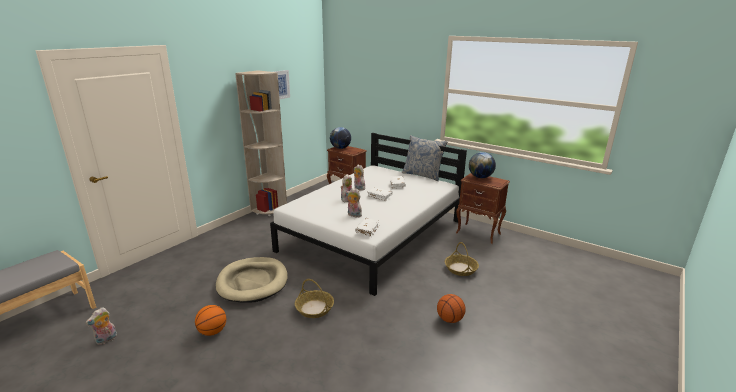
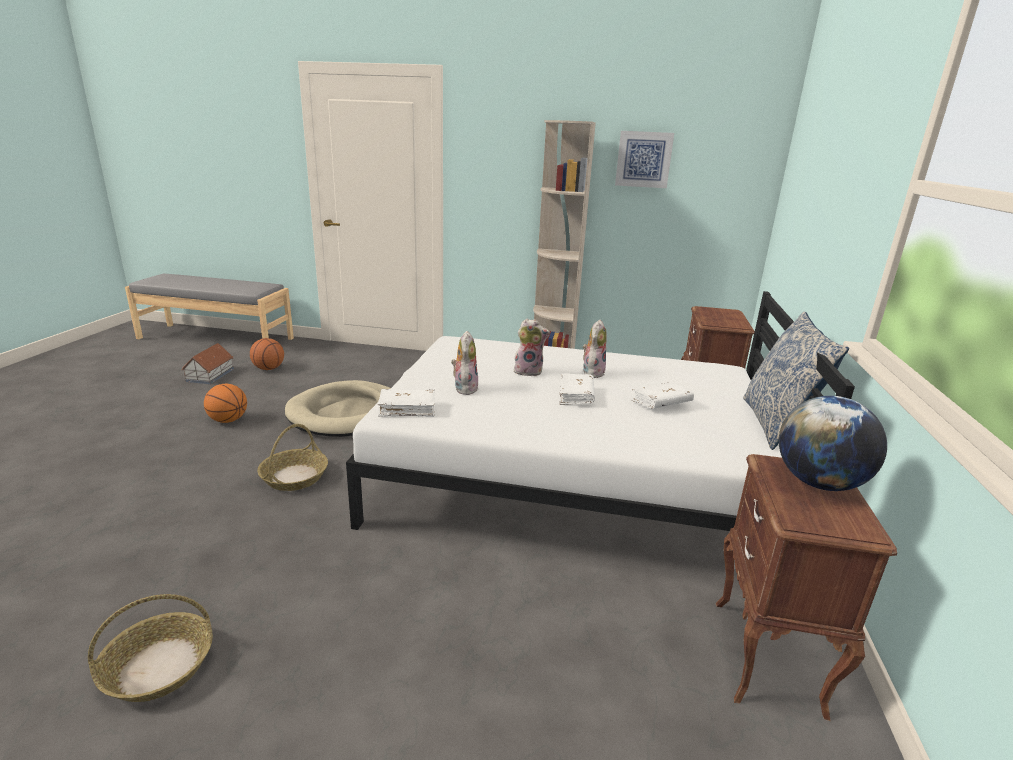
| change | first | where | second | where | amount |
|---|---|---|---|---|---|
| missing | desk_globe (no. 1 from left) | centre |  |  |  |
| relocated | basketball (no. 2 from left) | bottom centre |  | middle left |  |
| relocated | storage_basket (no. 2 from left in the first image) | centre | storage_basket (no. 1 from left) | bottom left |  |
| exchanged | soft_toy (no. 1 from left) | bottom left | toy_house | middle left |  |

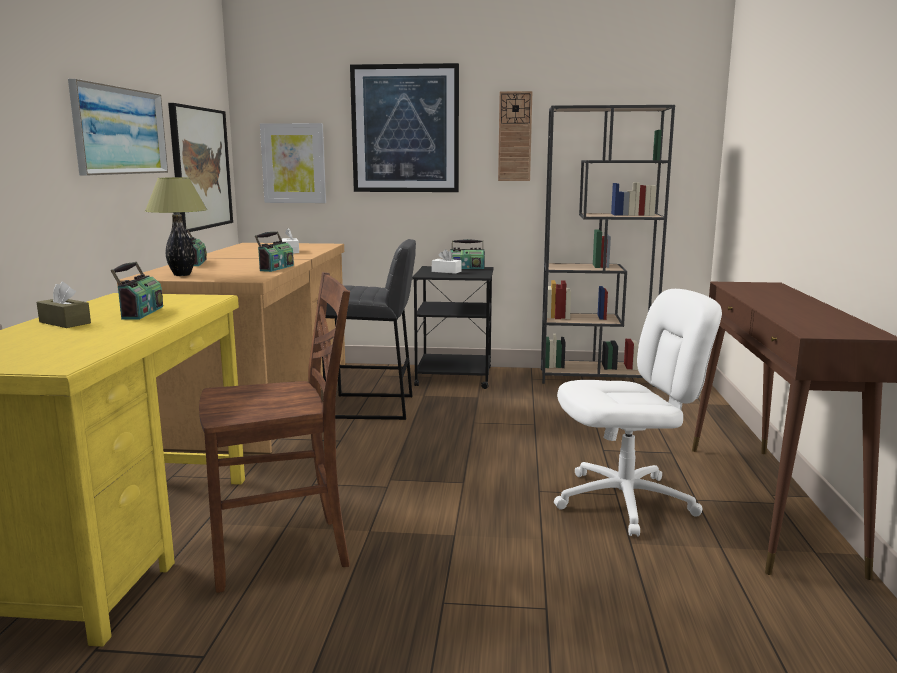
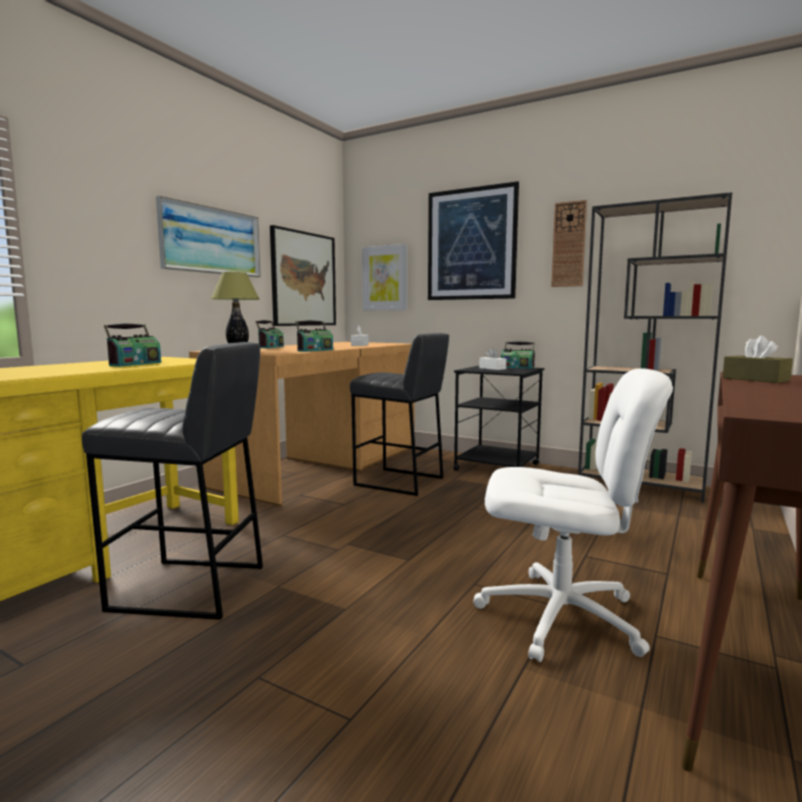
| change | first | where | second | where | amount |
|---|---|---|---|---|---|
| relocated | brown_tissue_holder | middle left |  | middle right |  |
| exchanged | brown_plain_chair | middle left | greyish_stool (no. 1 from left) | middle left |  |

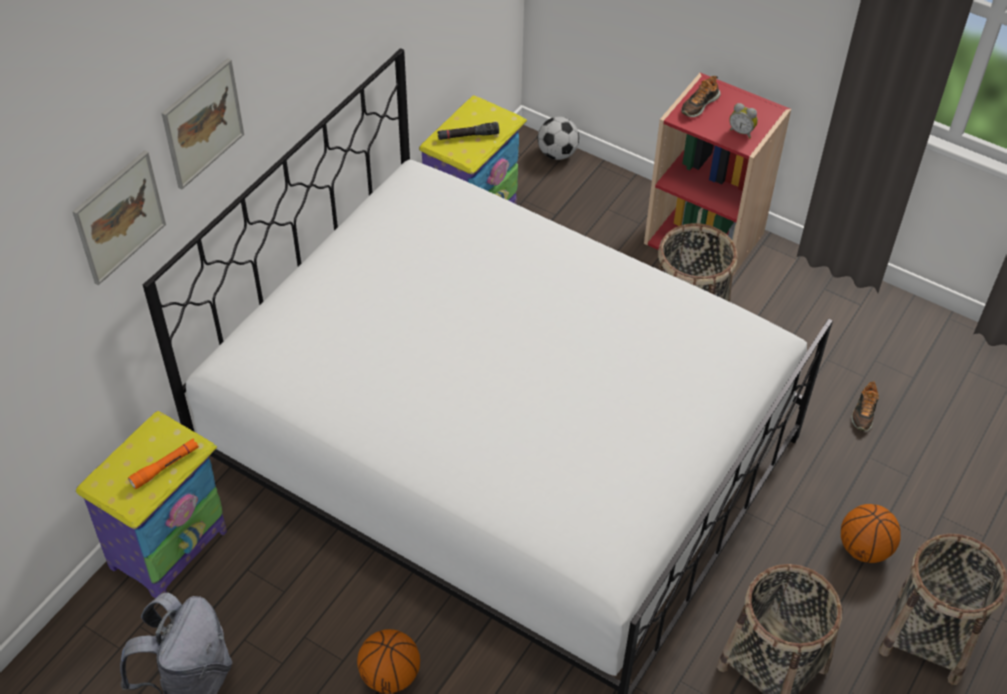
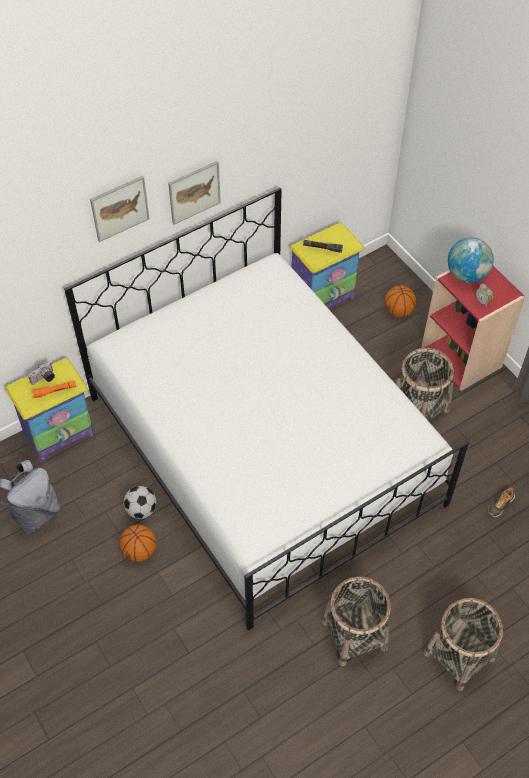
| change | first | where | second | where | amount |
|---|---|---|---|---|---|
| appeared |  |  | photo_camera | middle left |  |
| relocated | picture (no. 1 from left in the first image) | top left | picture (no. 2 from left) | top centre |  |
| relocated | football | top centre |  | middle left |  |
| relocated | basketball (no. 2 from left) | bottom right |  | middle right |  |
| exchanged | low_shoe (no. 1 from left) | top right | desk_globe | middle right |  |

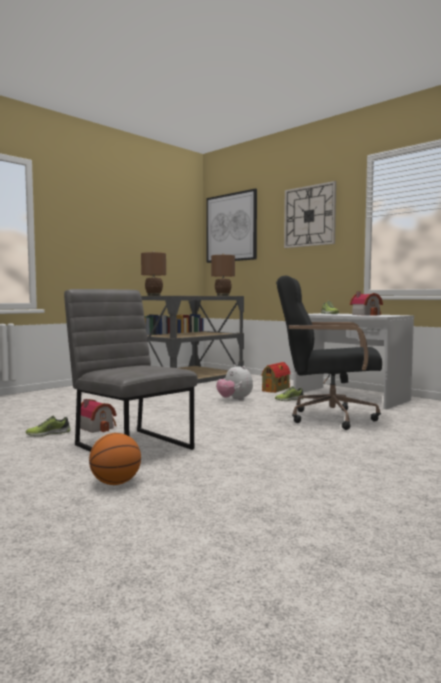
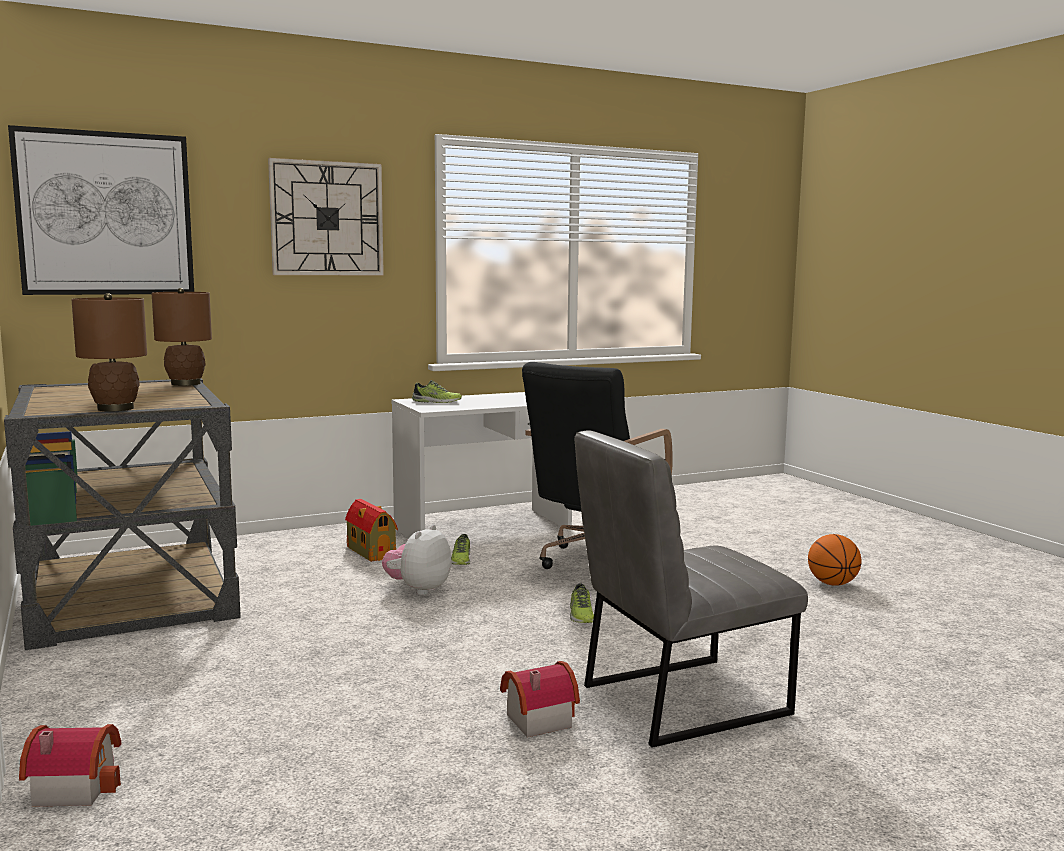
| change | first | where | second | where | amount |
|---|---|---|---|---|---|
| relocated | low_shoe (no. 1 from left in the first image) | middle left | low_shoe (no. 3 from left) | bottom centre |  |
| relocated | basketball | bottom left |  | middle right |  |
| relocated | toy_house (no. 3 from left in the first image) | middle right | toy_house (no. 1 from left) | bottom left |  |
| spun | soft_toy | centre |  | centre | 135 degrees clockwise |

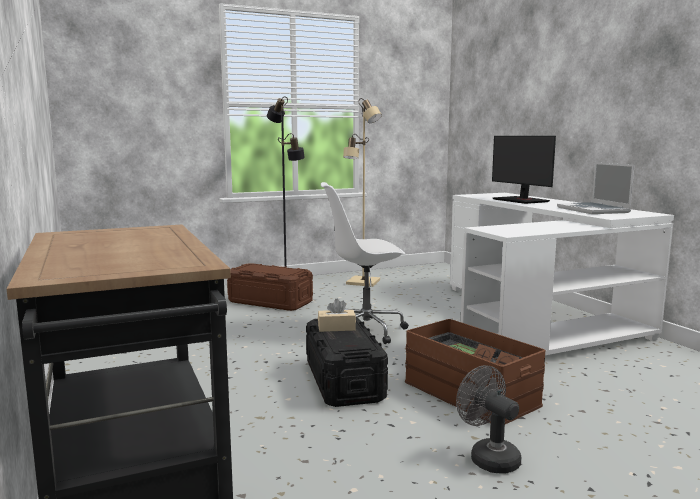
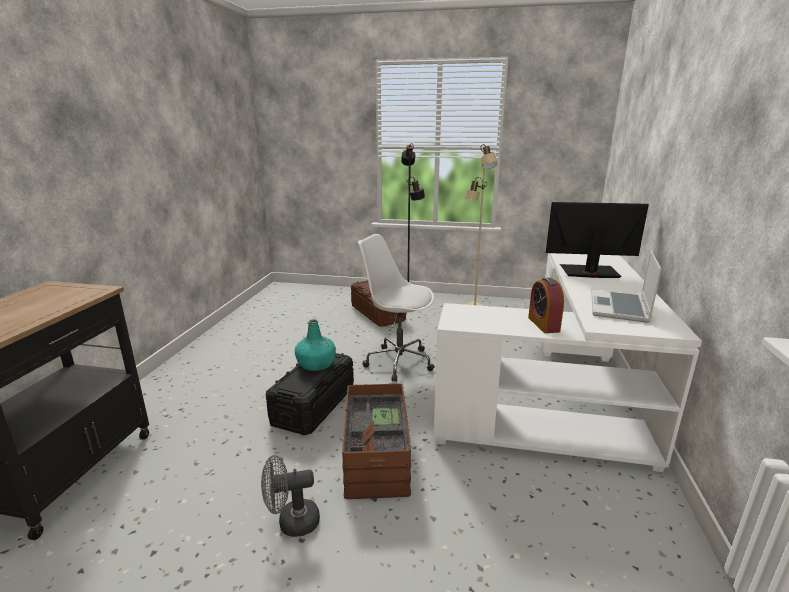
| change | first | where | second | where | amount |
|---|---|---|---|---|---|
| appeared |  |  | table_clock | middle right |  |
| exchanged | beige-coloured_tissue_holder | centre | blue-green_beverage_bottle | centre |  |
| spun | greyish_fan | bottom right |  | bottom centre | 105 degrees counterclockwise |
| spun | monitor | middle right |  | middle right | 90 degrees clockwise |

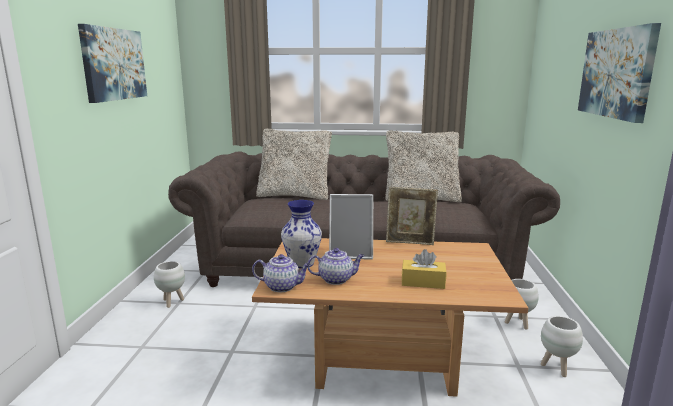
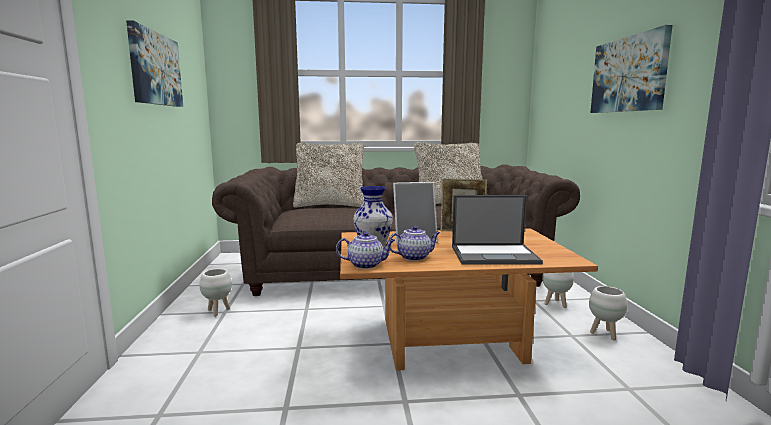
| change | first | where | second | where | amount |
|---|---|---|---|---|---|
| exchanged | yellow_tissue_holder | centre | laptop | centre |  |

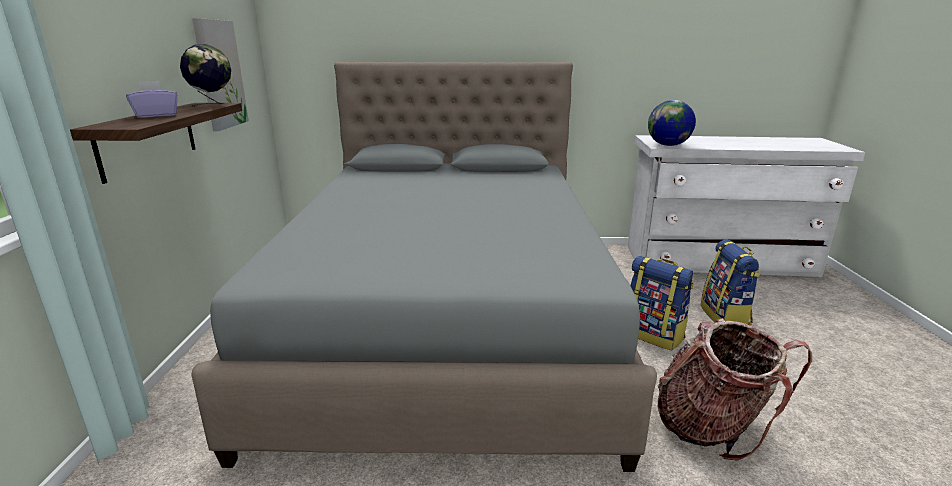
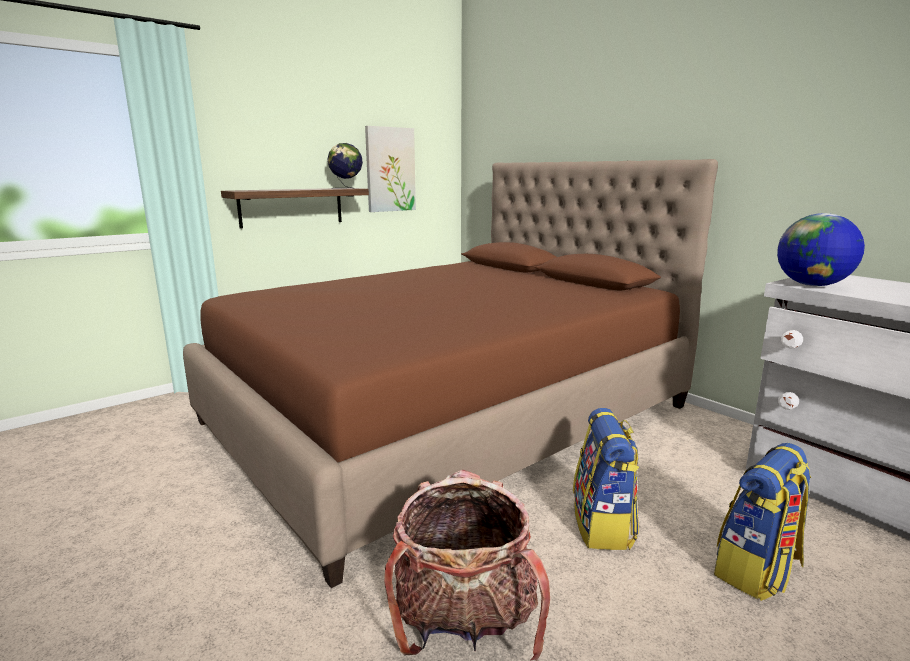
| change | first | where | second | where | amount |
|---|---|---|---|---|---|
| missing | purple-coloured_tissue_holder | top left |  |  |  |
| colour | greyish_bed | centre | brown_bed | centre |  |

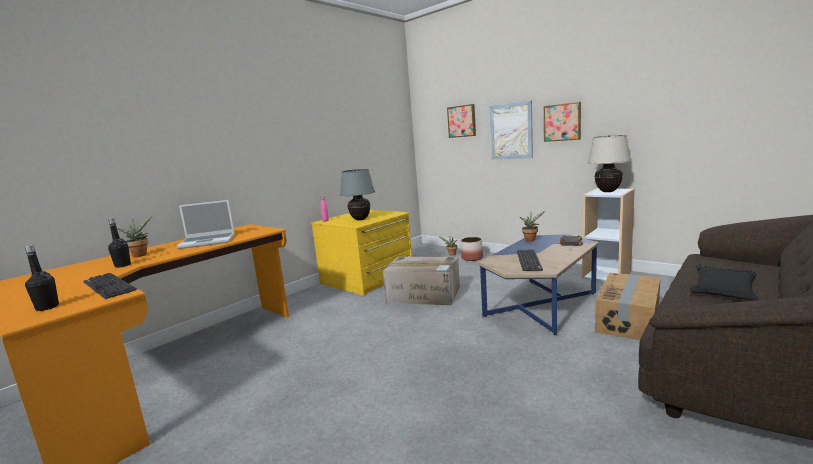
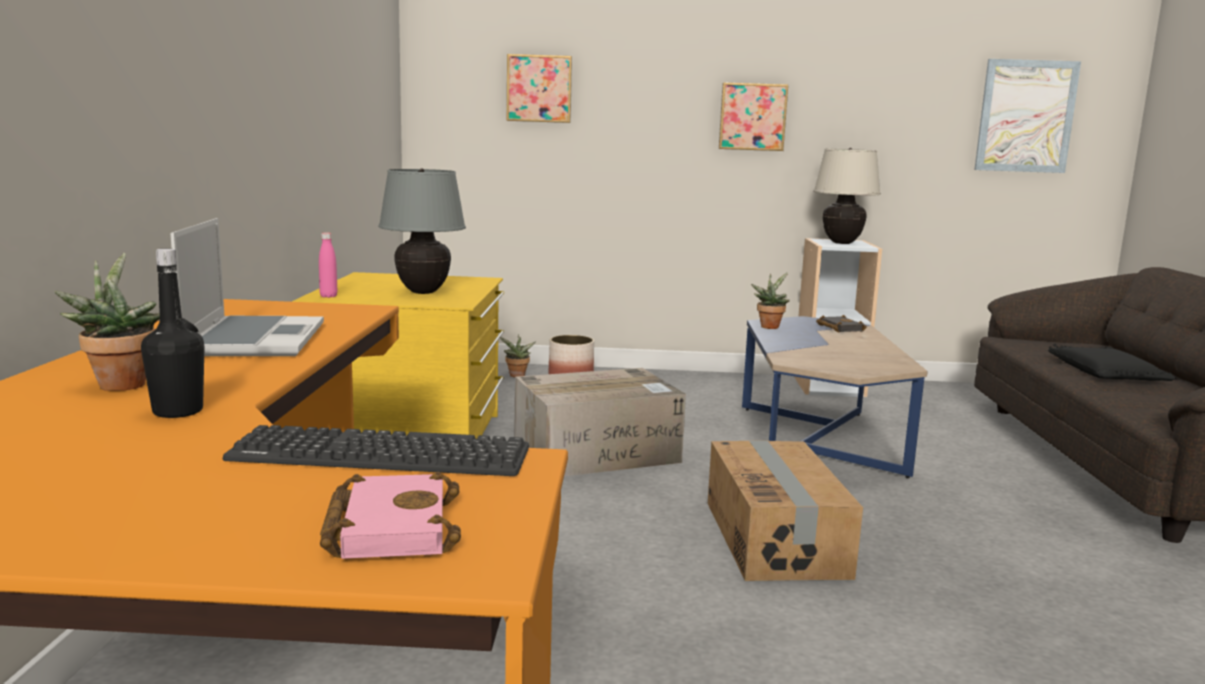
| change | first | where | second | where | amount |
|---|---|---|---|---|---|
| missing | computer_keyboard (no. 2 from left) | centre |  |  |  |
| relocated | picture (no. 2 from left in the first image) | top centre | picture (no. 3 from left) | top right |  |
| relocated | packing_box (no. 2 from left) | middle right |  | bottom centre |  |
| exchanged | blackish_beverage_bottle (no. 1 from left) | middle left | pink-coloured_bound_book | bottom left |  |
| spun | laptop | middle left |  | middle left | 45 degrees counterclockwise |

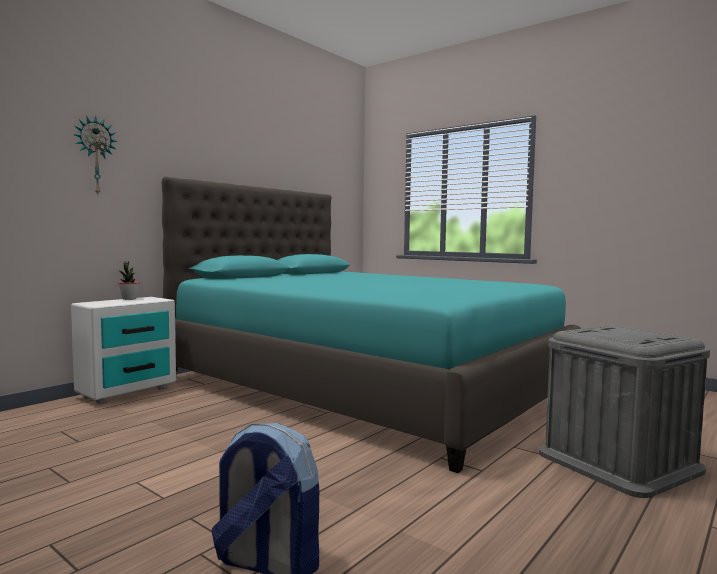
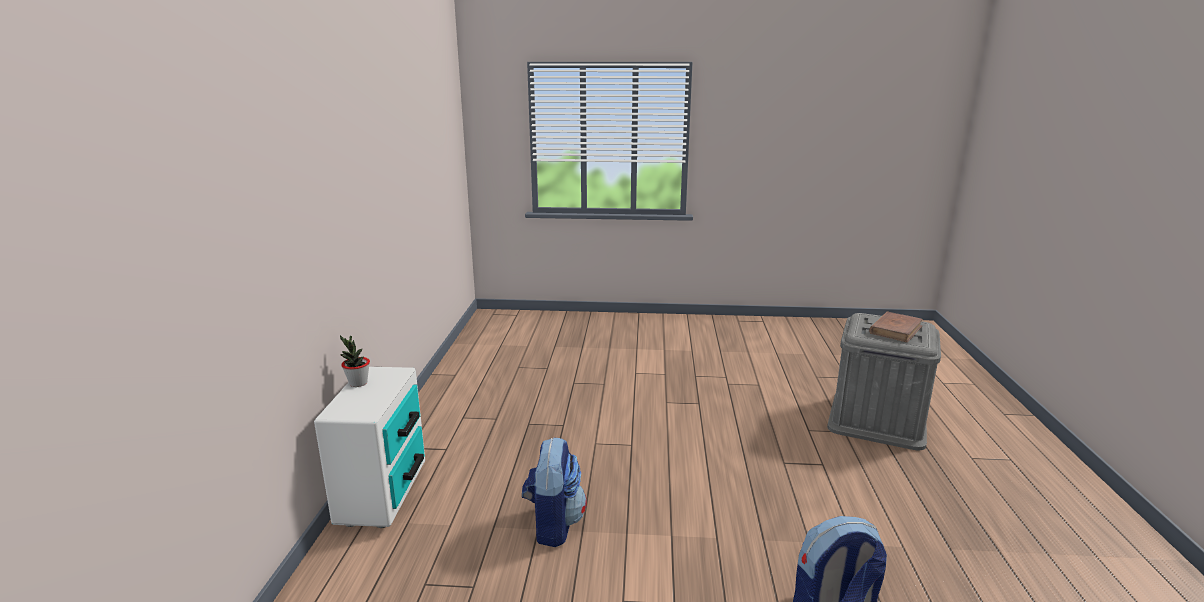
| change | first | where | second | where | amount |
|---|---|---|---|---|---|
| missing | hanging_clock | top left |  |  |  |
| missing | blue-green_bed | centre |  |  |  |
| appeared |  |  | knapsack (no. 1 from left) | bottom centre |  |
| appeared |  |  | brown_bound_book | middle right |  |

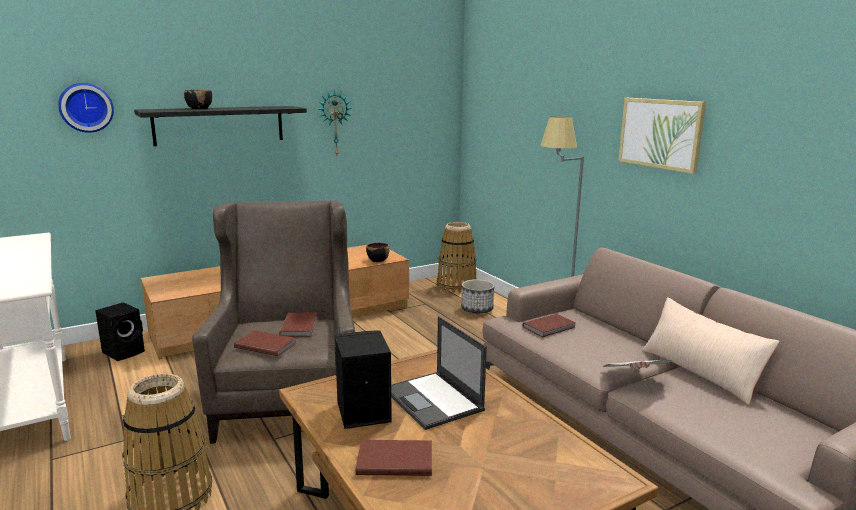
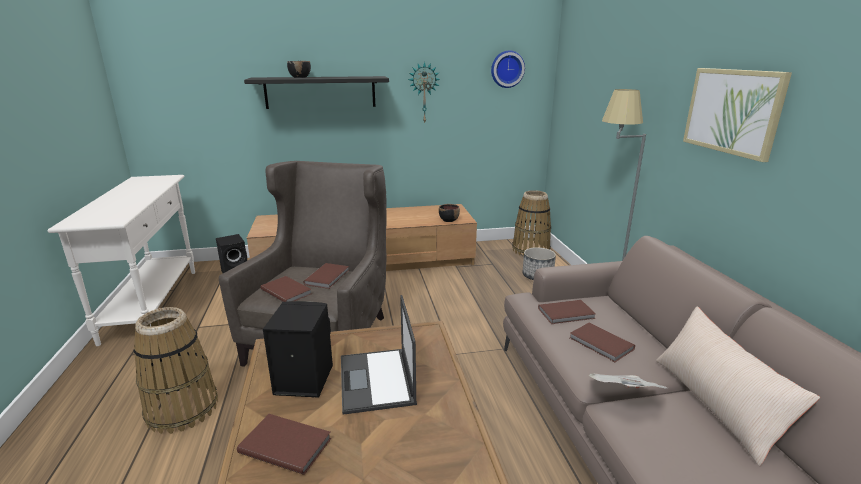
| change | first | where | second | where | amount |
|---|---|---|---|---|---|
| appeared |  |  | brown_bound_book (no. 5 from left) | bottom right |  |
| relocated | hanging_clock (no. 1 from left in the first image) | top left | hanging_clock (no. 2 from left) | top centre |  |

